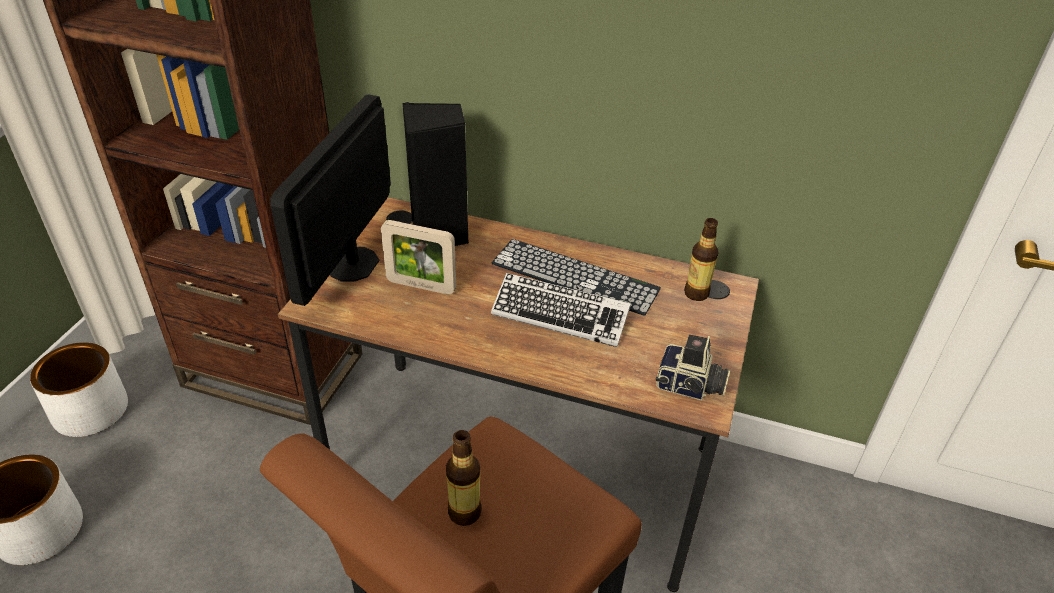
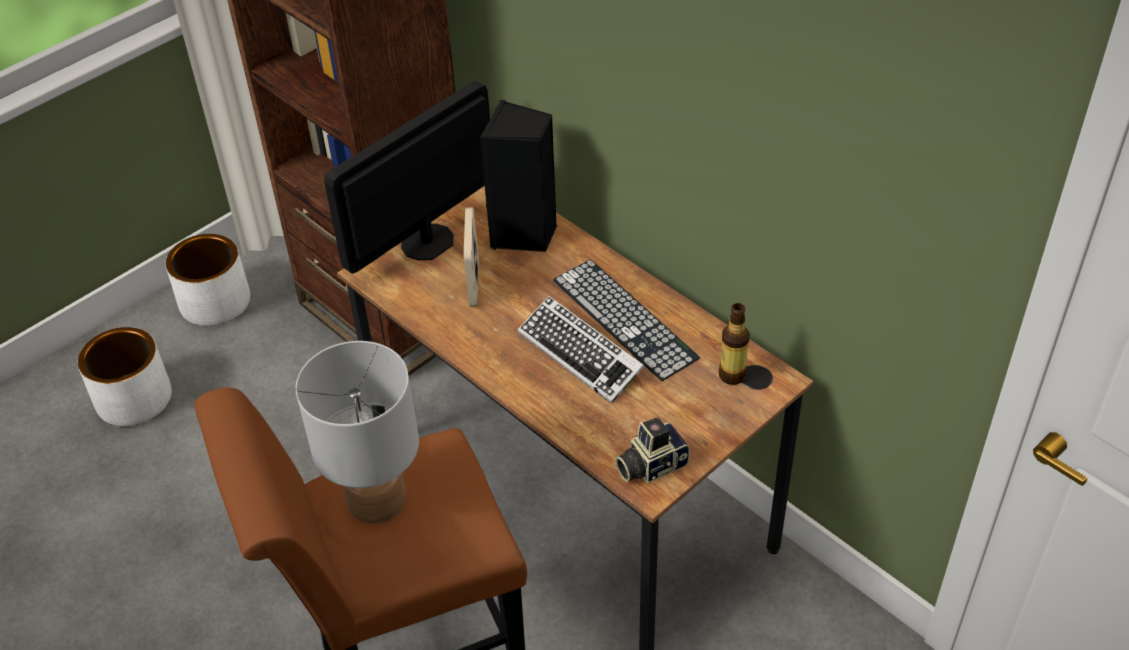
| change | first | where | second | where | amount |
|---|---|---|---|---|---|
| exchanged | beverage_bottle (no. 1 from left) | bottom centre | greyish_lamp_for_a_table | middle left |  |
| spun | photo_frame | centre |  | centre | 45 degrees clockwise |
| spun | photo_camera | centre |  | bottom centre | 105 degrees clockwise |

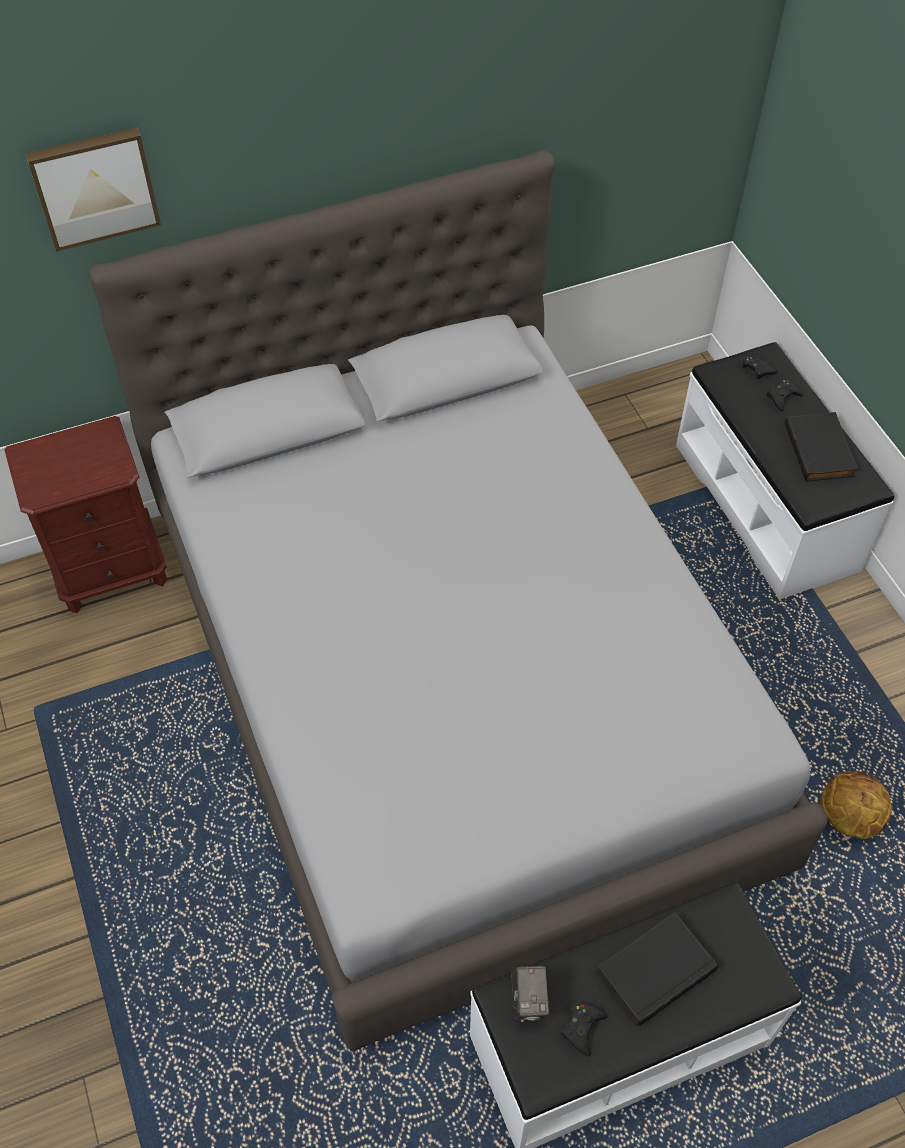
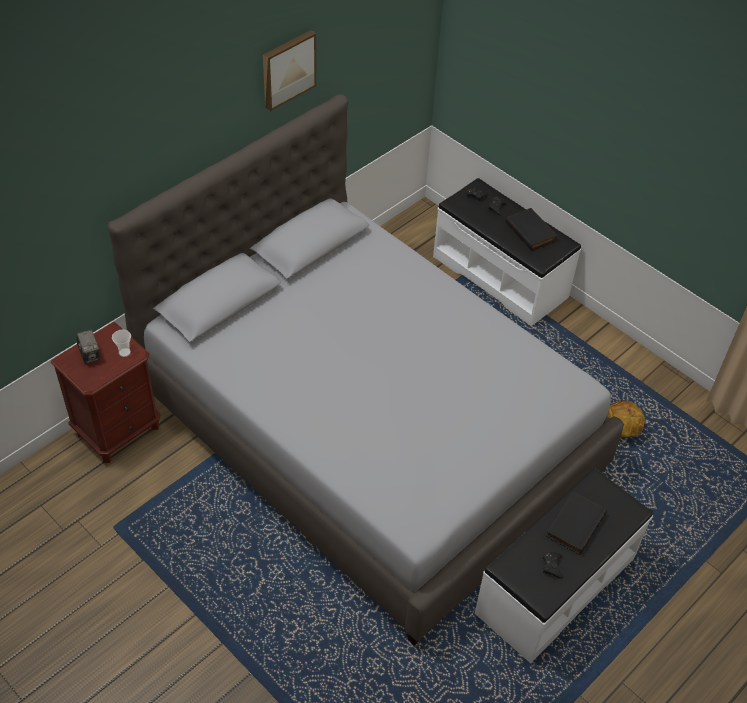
| change | first | where | second | where | amount |
|---|---|---|---|---|---|
| appeared |  |  | small_cup | middle left |  |
| relocated | picture | top left |  | top centre |  |
| relocated | photo_camera | bottom centre |  | middle left |  |

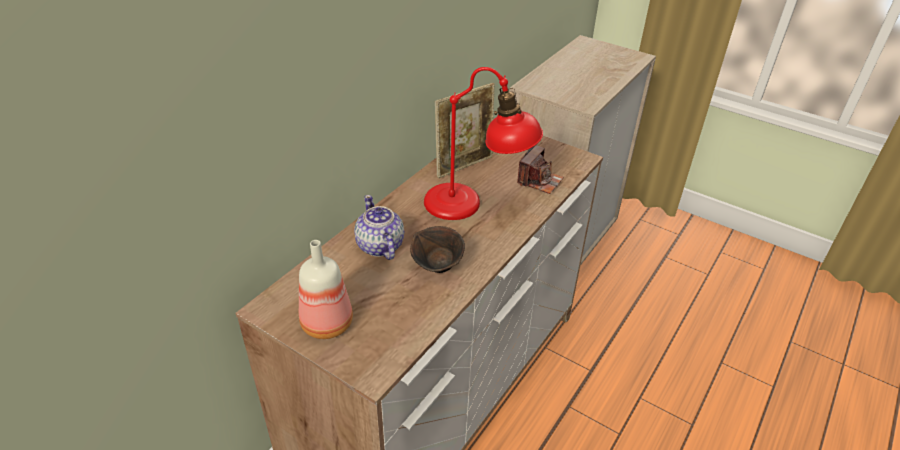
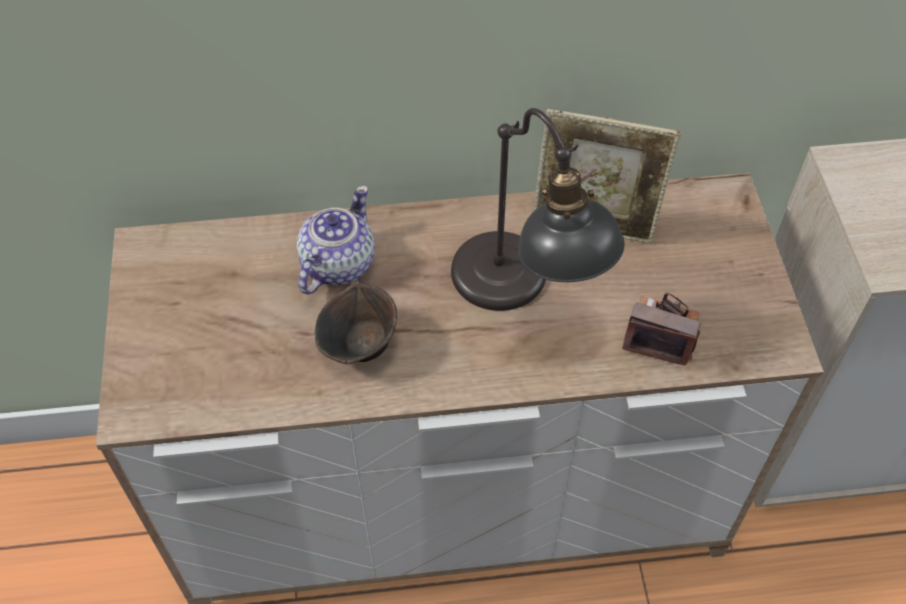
| change | first | where | second | where | amount |
|---|---|---|---|---|---|
| missing | beverage_bottle | centre |  |  |  |
| colour | red-coloured_lamp_for_a_table | top centre | greyish_lamp_for_a_table | centre |  |
| spun | photo_camera | centre |  | middle right | 150 degrees counterclockwise |

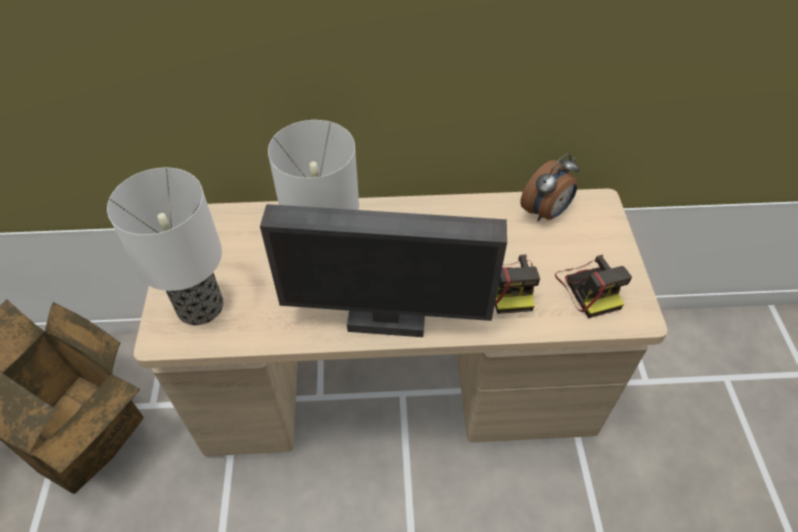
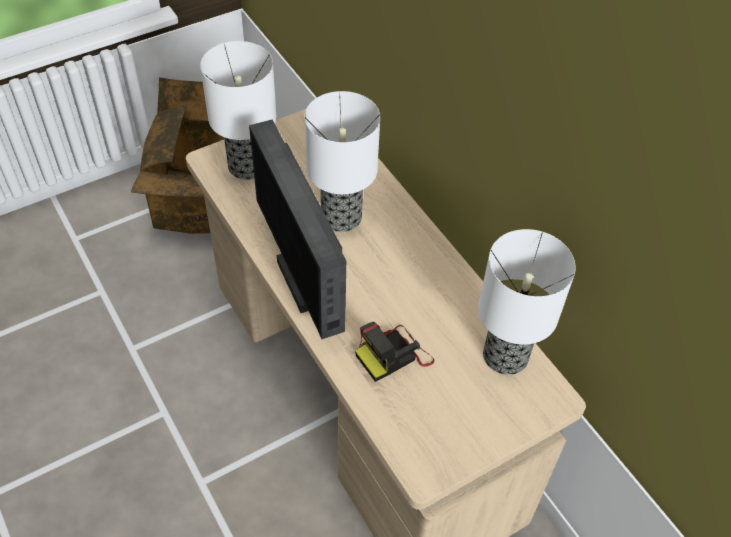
| change | first | where | second | where | amount |
|---|---|---|---|---|---|
| missing | photo_camera (no. 2 from left) | middle right |  |  |  |
| exchanged | table_clock | middle right | lamp_for_a_table (no. 3 from left) | middle right |  |

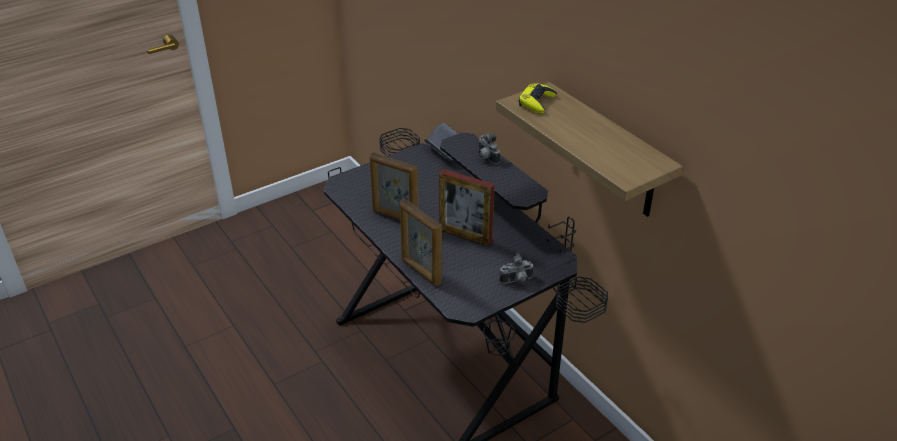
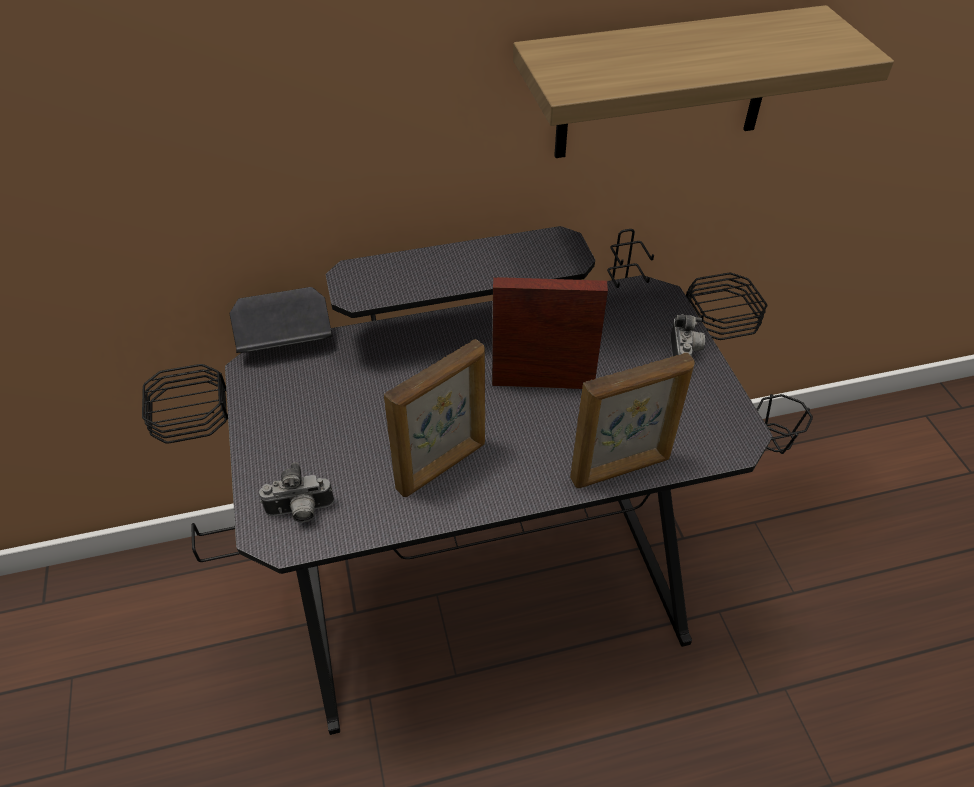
| change | first | where | second | where | amount |
|---|---|---|---|---|---|
| missing | yellow_gamepad | top centre |  |  |  |
| relocated | photo_camera (no. 1 from left) | centre |  | middle left |  |
| spun | photo_frame (no. 3 from left in the first image) | centre | photo_frame (no. 2 from left) | centre | 135 degrees counterclockwise |

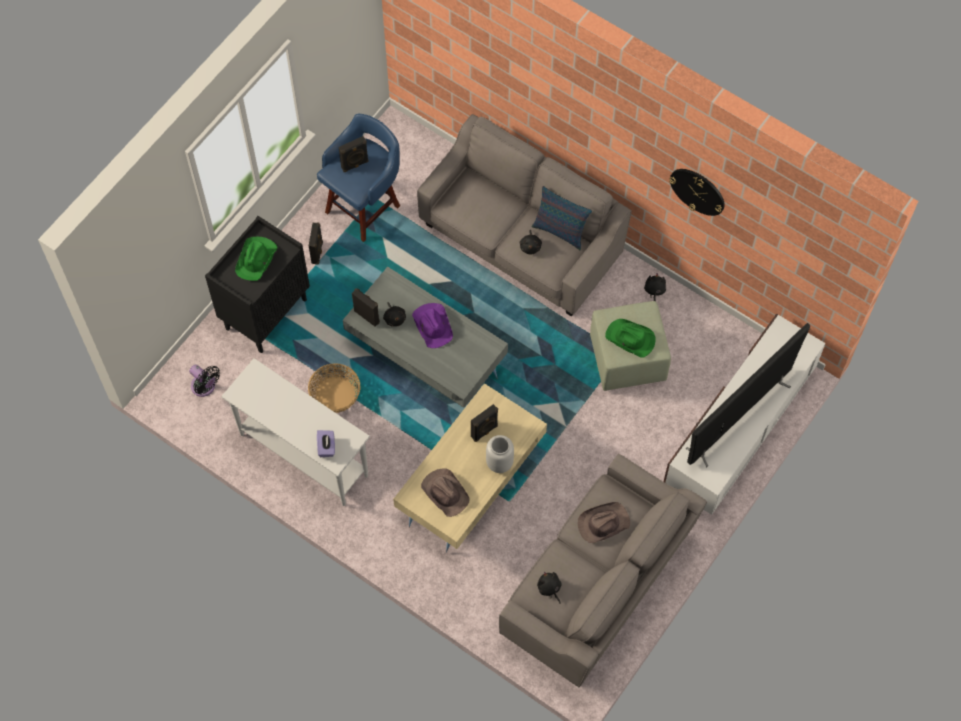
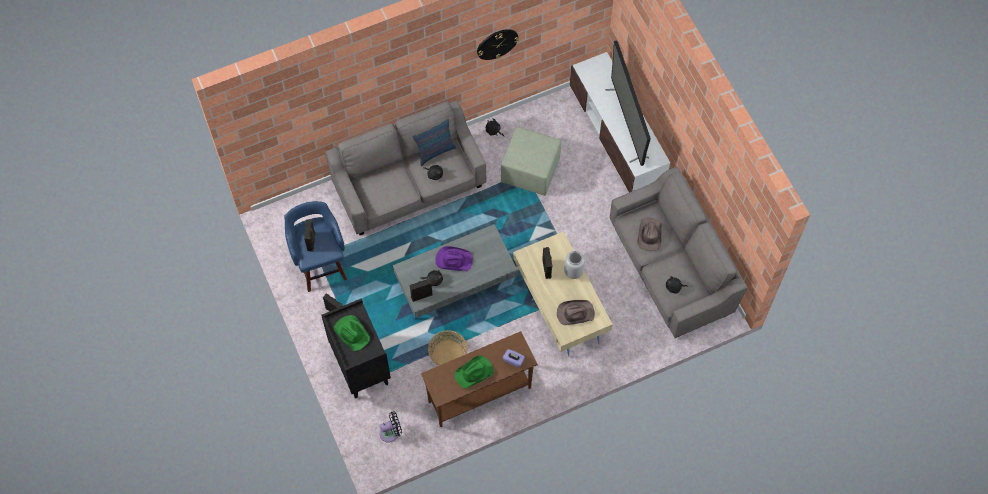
| change | first | where | second | where | amount |
|---|---|---|---|---|---|
| relocated | green-coloured_wearable_hat (no. 2 from left) | centre |  | bottom centre |  |
| colour | white-coloured_narrow_table | middle left | brown_narrow_table | bottom centre |  |

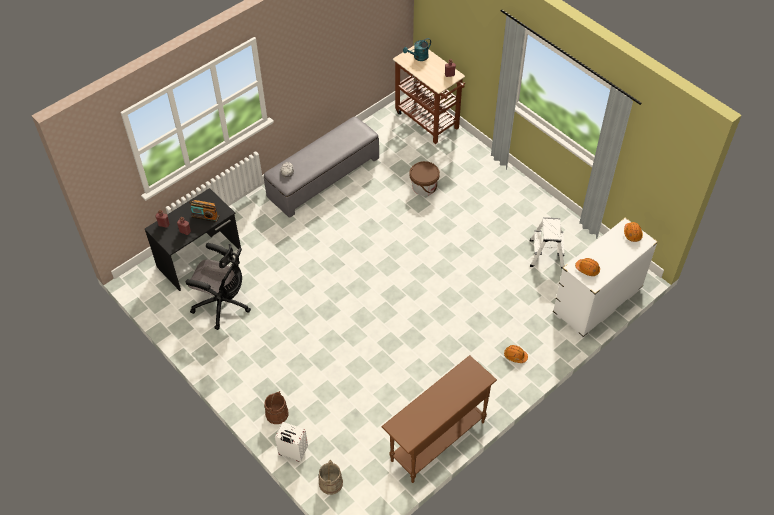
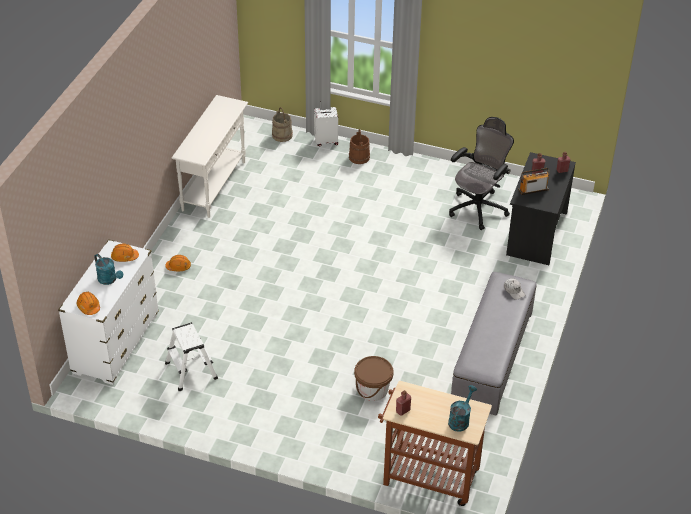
| change | first | where | second | where | amount |
|---|---|---|---|---|---|
| appeared |  |  | blue-green_sprinkling_can (no. 1 from left) | middle left |  |
| colour | brown_narrow_table | bottom centre | white-coloured_narrow_table | top left |  |
| spun | office_chair | middle left |  | middle right | 135 degrees clockwise |

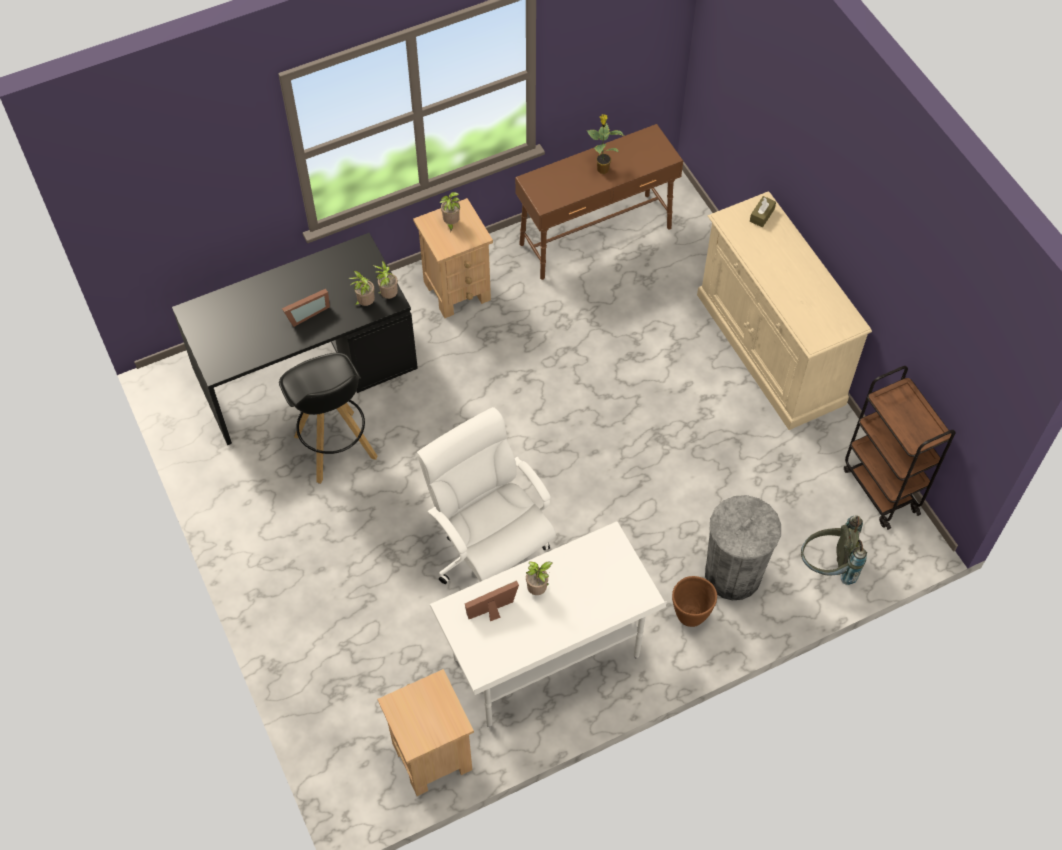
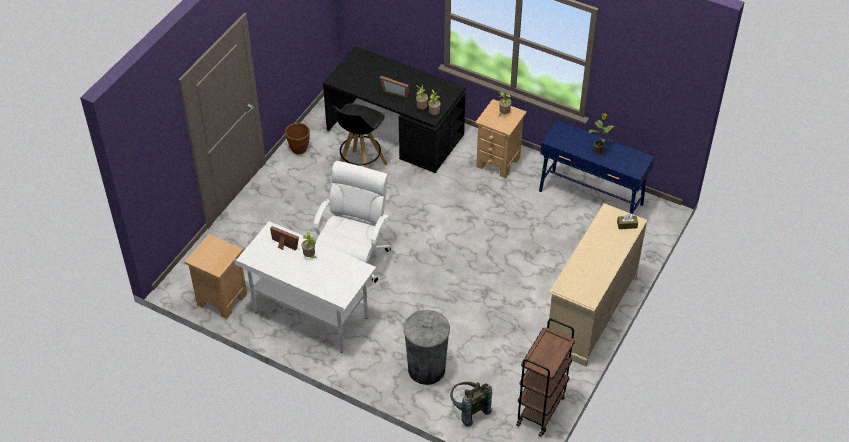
| change | first | where | second | where | amount |
|---|---|---|---|---|---|
| relocated | brown_flower_pot | bottom centre |  | top centre |  |
| colour | brown_narrow_table | top centre | bluish_narrow_table | middle right |  |

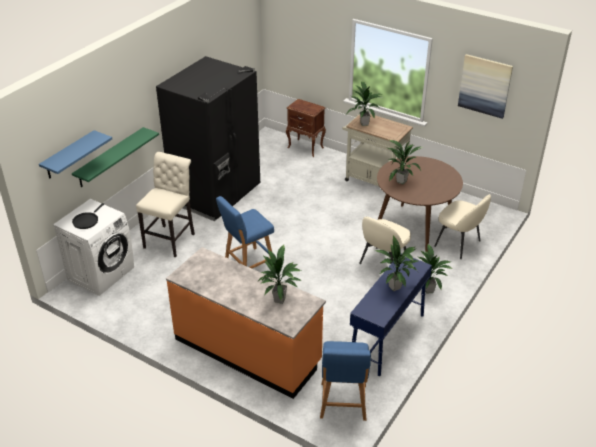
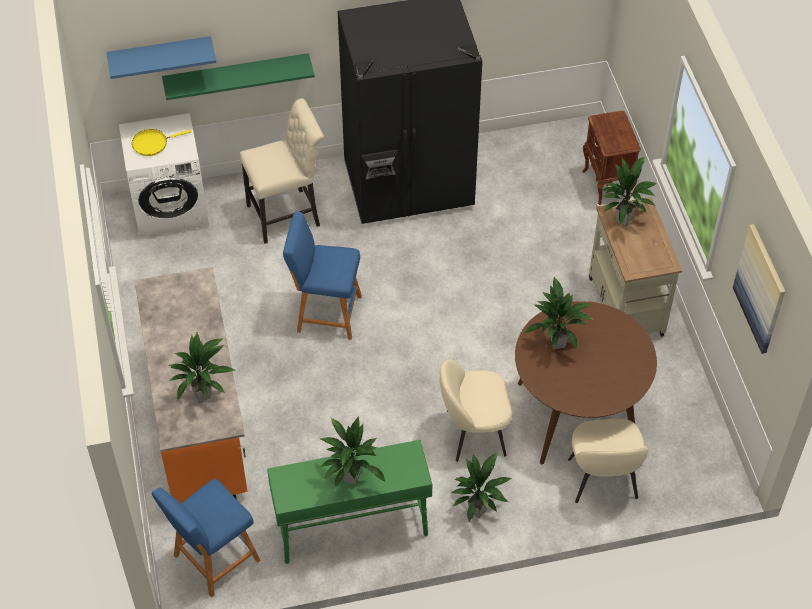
| change | first | where | second | where | amount |
|---|---|---|---|---|---|
| colour | blackish_frying_pan | middle left | yellow_frying_pan | top left |  |
| colour | bluish_narrow_table | bottom centre | green-coloured_narrow_table | bottom centre |  |

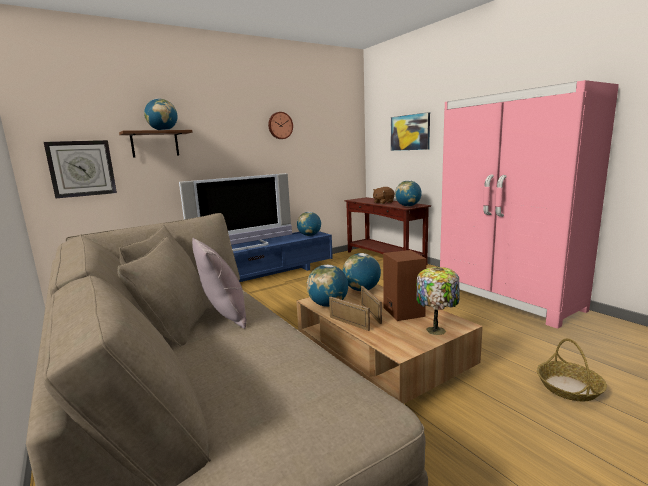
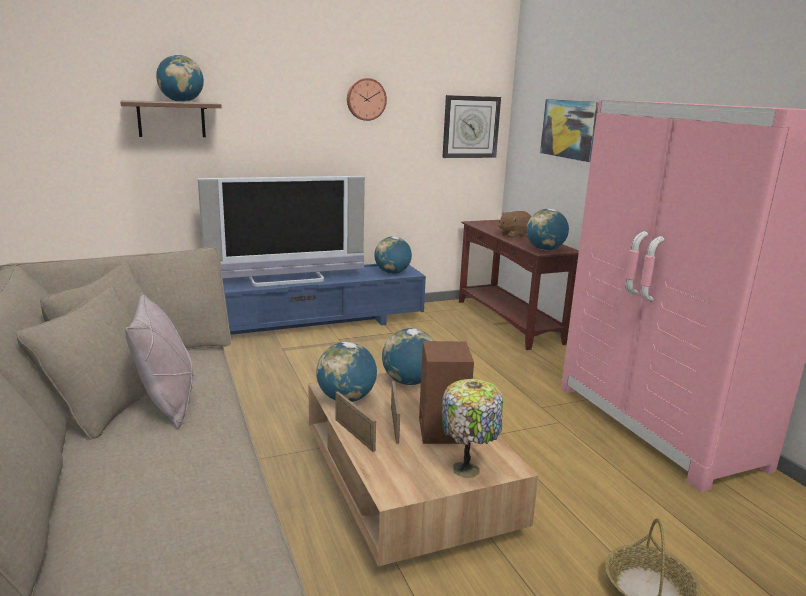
| change | first | where | second | where | amount |
|---|---|---|---|---|---|
| relocated | hanging_clock (no. 1 from left in the first image) | middle left | hanging_clock (no. 2 from left) | top centre |  |

